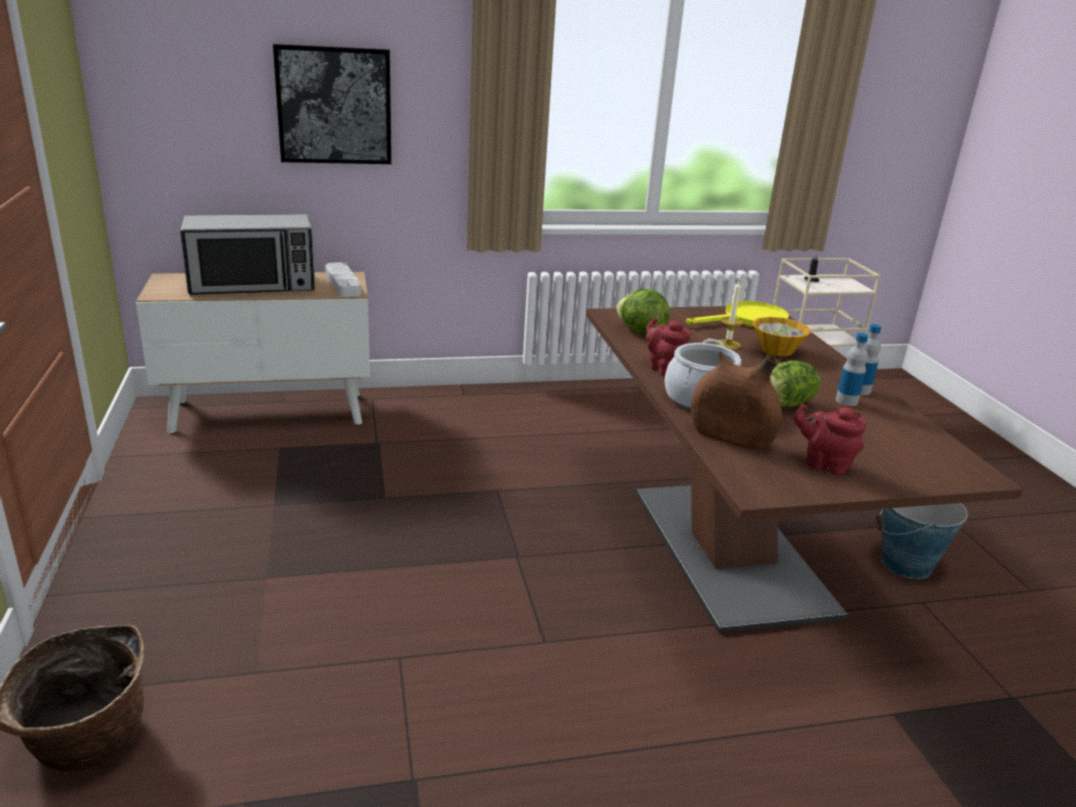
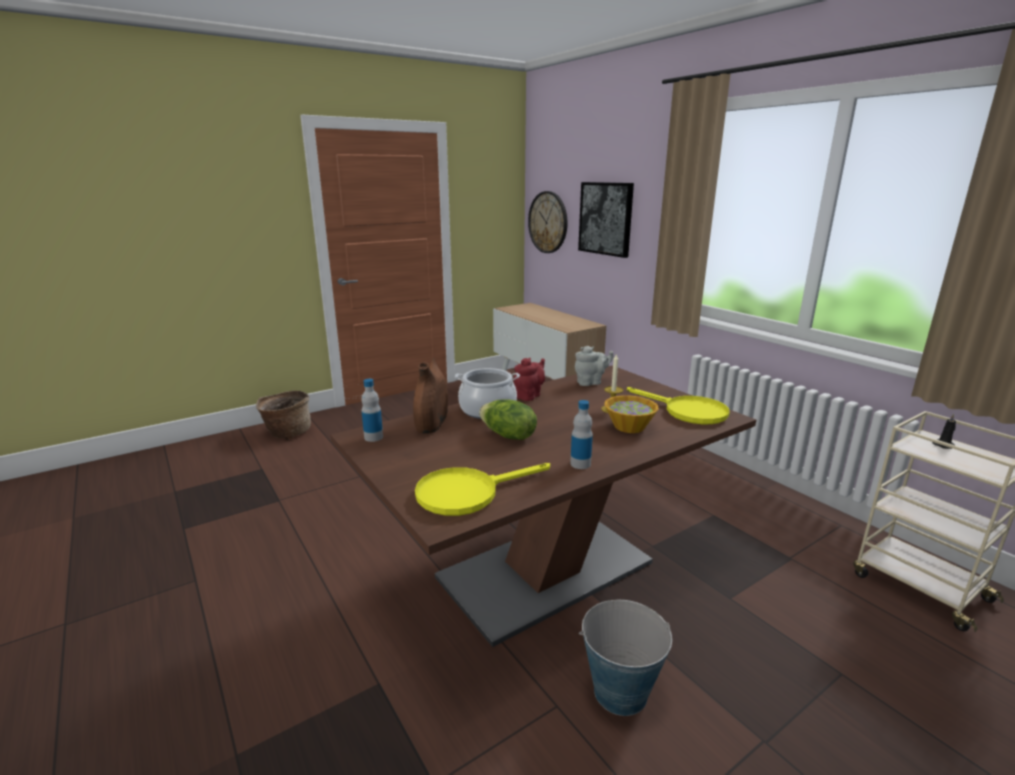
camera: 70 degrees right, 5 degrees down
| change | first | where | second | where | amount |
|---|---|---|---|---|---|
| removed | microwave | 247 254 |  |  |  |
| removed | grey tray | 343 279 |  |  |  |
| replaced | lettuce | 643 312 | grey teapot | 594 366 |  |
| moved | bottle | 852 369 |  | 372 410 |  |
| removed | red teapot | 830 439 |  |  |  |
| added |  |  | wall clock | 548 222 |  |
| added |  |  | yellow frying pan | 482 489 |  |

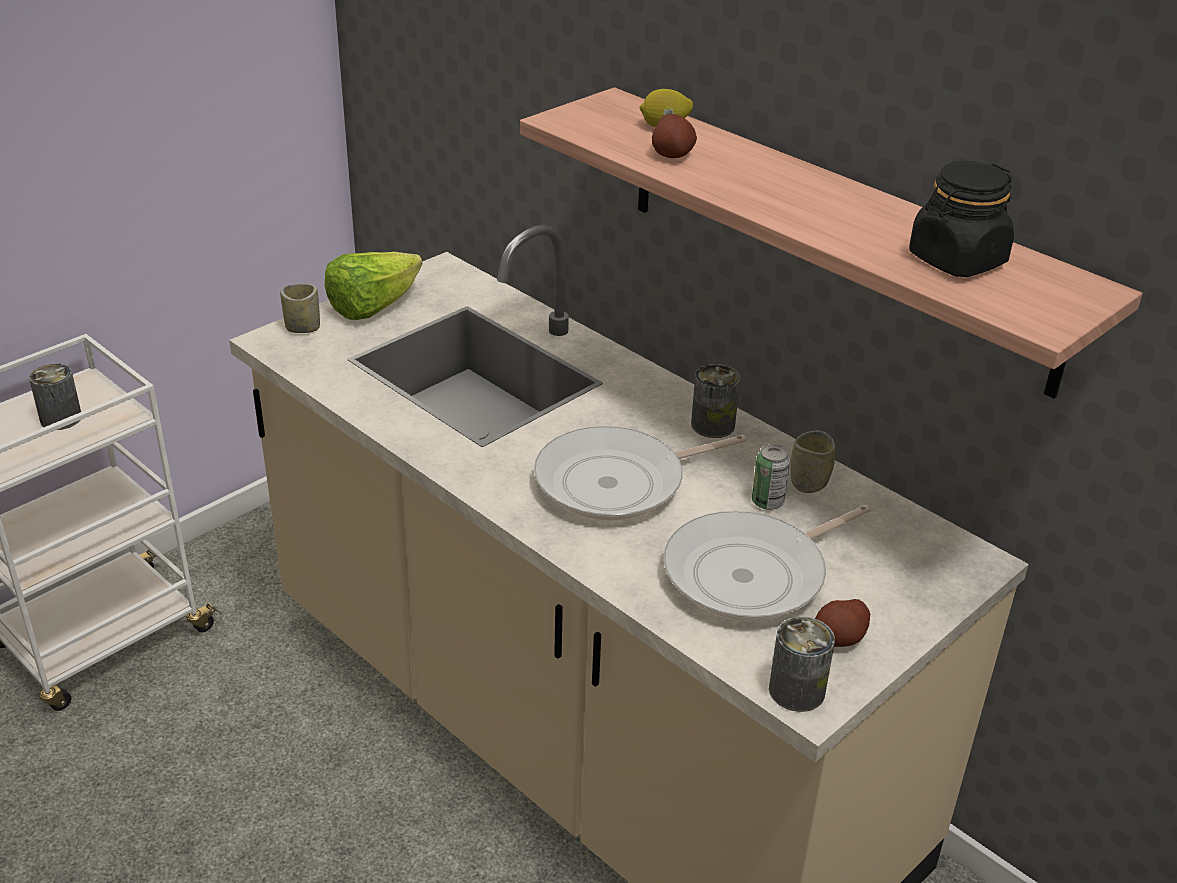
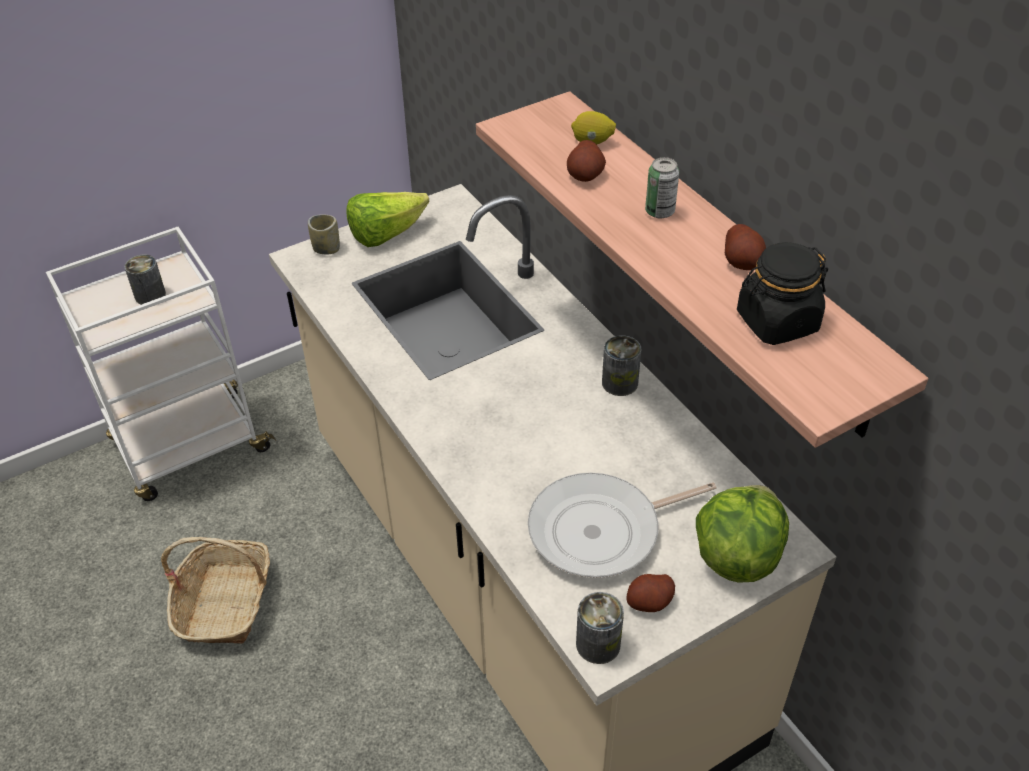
camera: 15 degrees right, 10 degrees up
| change | first | where | second | where | amount |
|---|---|---|---|---|---|
| removed | frying pan | 640 473 |  |  |  |
| removed | cup | 812 462 |  |  |  |
| moved | can | 771 477 |  | 662 187 |  |
| added |  |  | potato | 745 247 |  |
| added |  |  | lettuce | 742 534 |  |
| added |  |  | basket | 215 590 |  |

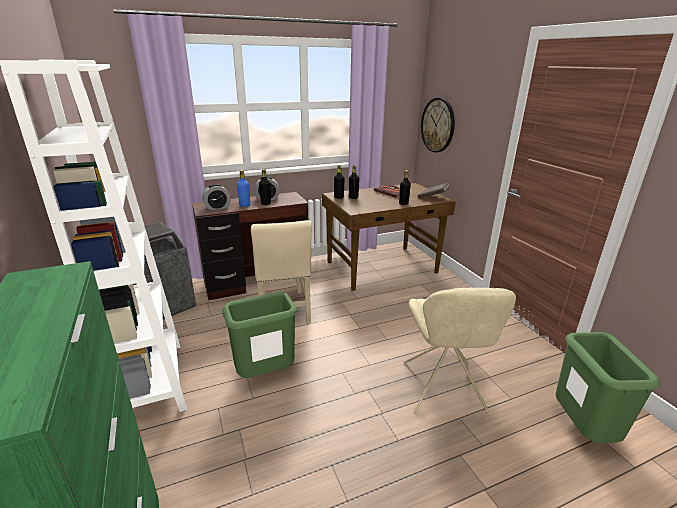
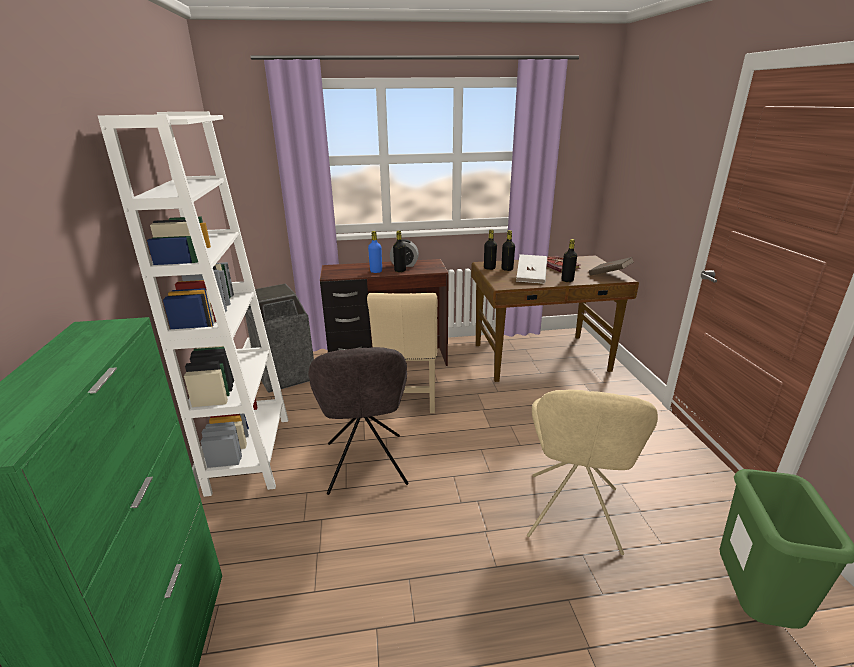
camera: 15 degrees right, 0 degrees up
| change | first | where | second | where | amount |
|---|---|---|---|---|---|
| removed | wall clock | 438 125 |  |  |  |
| removed | alarm clock | 216 197 |  |  |  |
| replaced | green trash can | 259 335 | grey chair | 358 421 |  |
| added |  |  | white book | 531 269 |  |

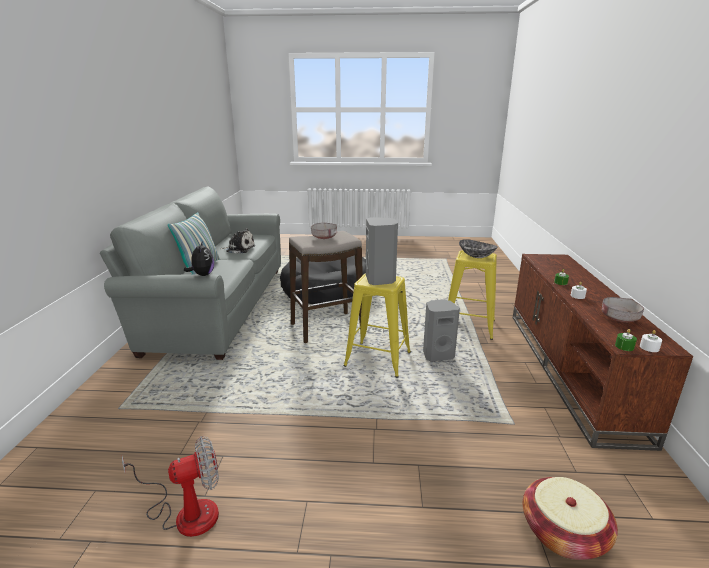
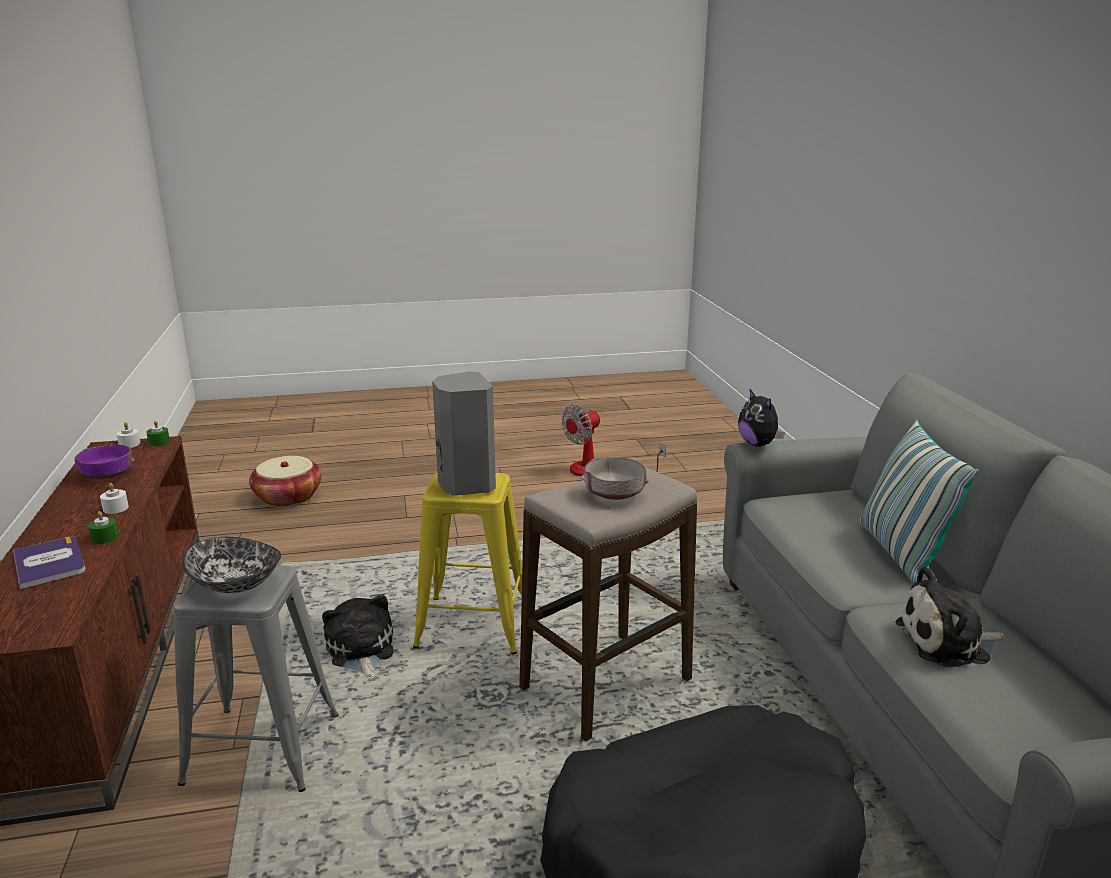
camera: 165 degrees right, 0 degrees up
| change | first | where | second | where | amount |
|---|---|---|---|---|---|
| recoloured | yellow stool | 472 295 | grey stool | 255 678 |  |
| recoloured | grey bowl | 623 309 | purple bowl | 104 462 |  |
| replaced | grey speaker | 441 330 | plush toy | 357 636 |  |
| added |  |  | book | 49 562 |  |

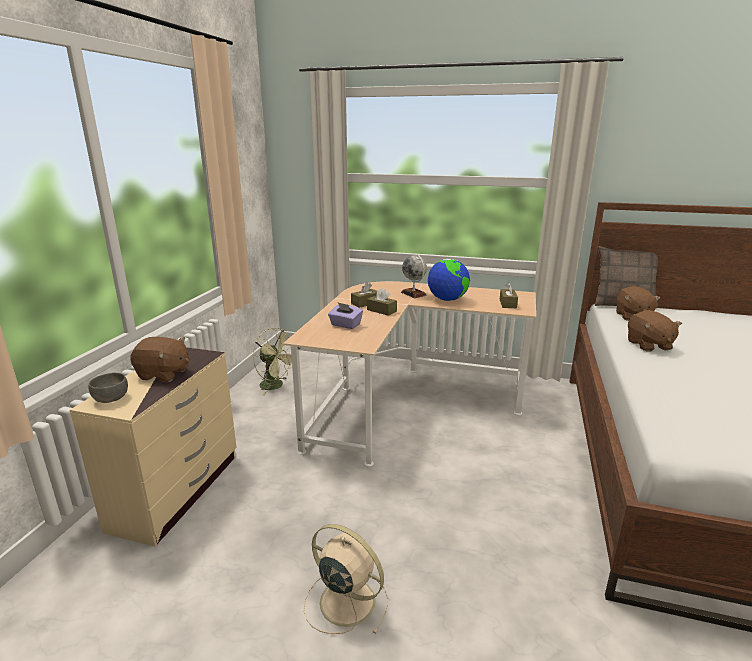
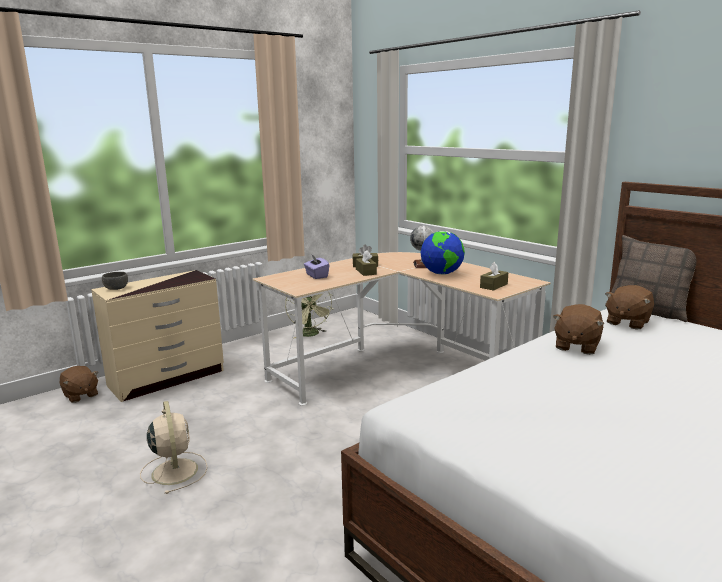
camera: 35 degrees right, 5 degrees down
| change | first | where | second | where | amount |
|---|---|---|---|---|---|
| moved | brown plush toy | 159 359 |  | 79 384 |  |

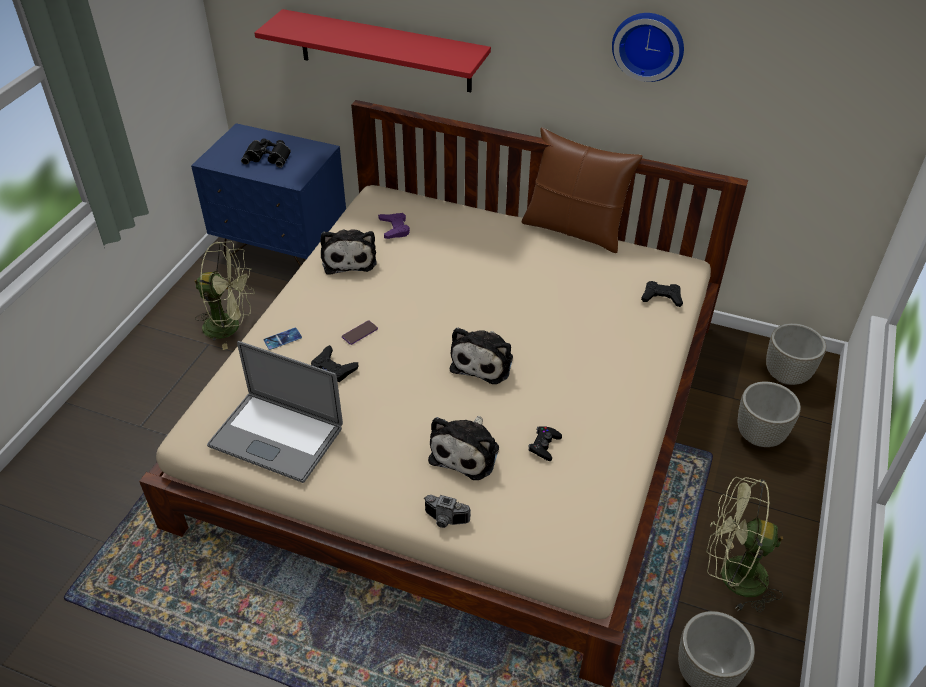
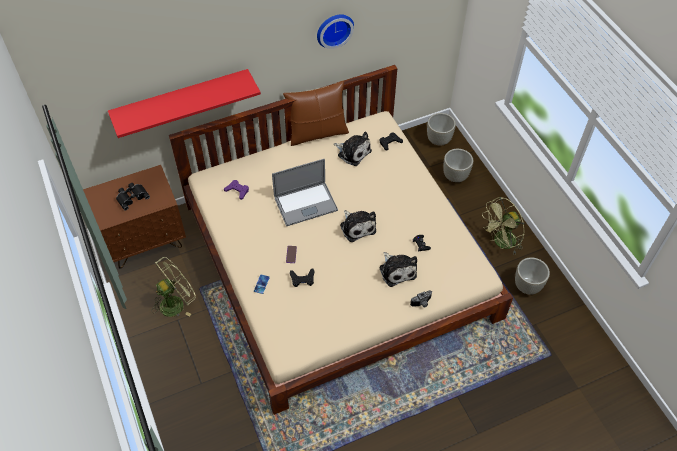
camera: 45 degrees left, 10 degrees up
| change | first | where | second | where | amount |
|---|---|---|---|---|---|
| recoloured | blue nightstand | 268 195 | brown nightstand | 134 217 |  |
| moved | plush toy | 348 252 |  | 353 148 |  |
| moved | laptop | 275 412 |  | 305 192 |  |

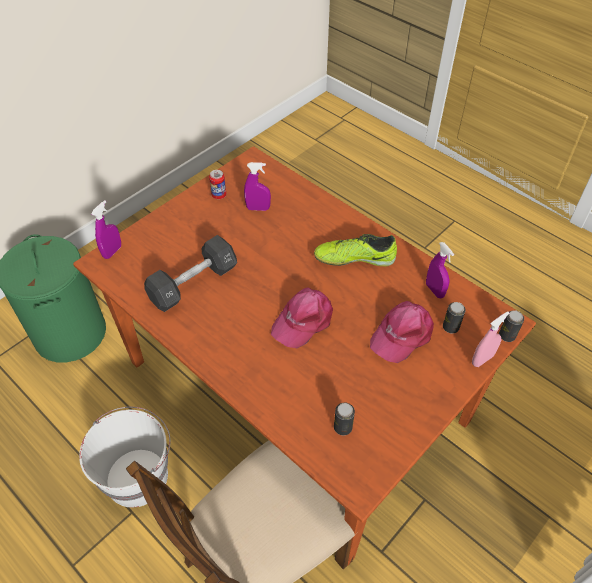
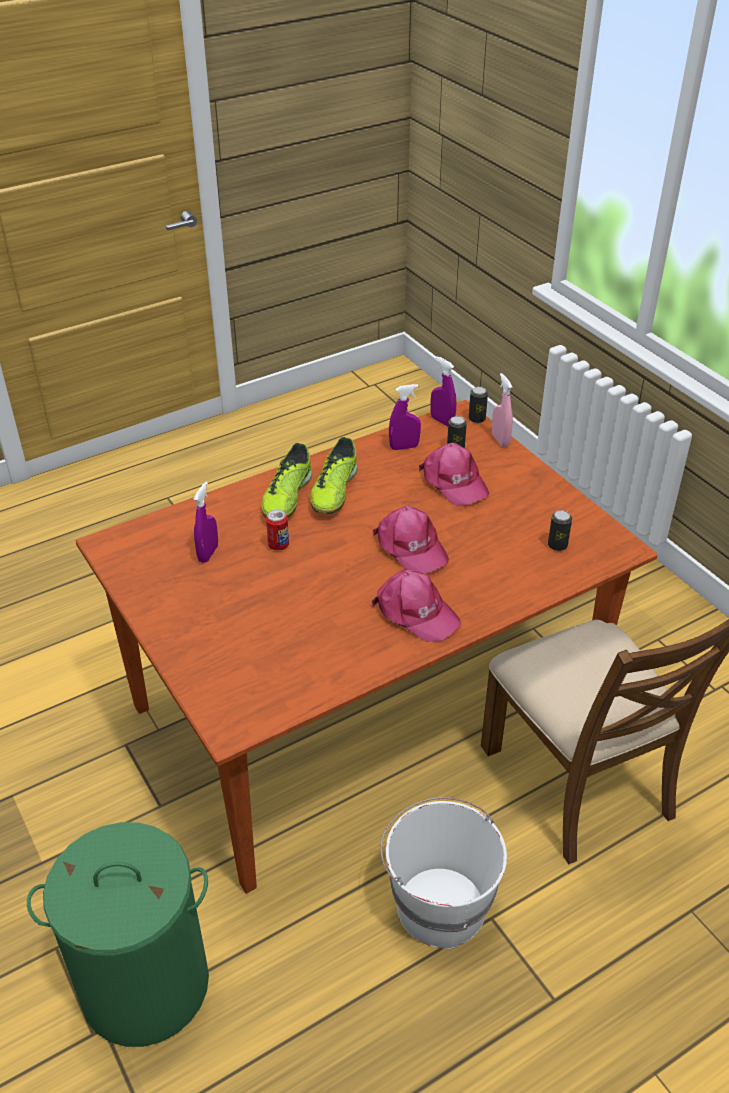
camera: 75 degrees left, 10 degrees down
| change | first | where | second | where | amount |
|---|---|---|---|---|---|
| moved | can | 217 184 |  | 277 529 |  |
| moved | purple spray bottle | 106 229 |  | 443 391 |  |
| removed | black dumbbell | 190 273 |  |  |  |
| added |  |  | shoe | 286 480 |  |
| added |  |  | pink cap | 416 605 |  |

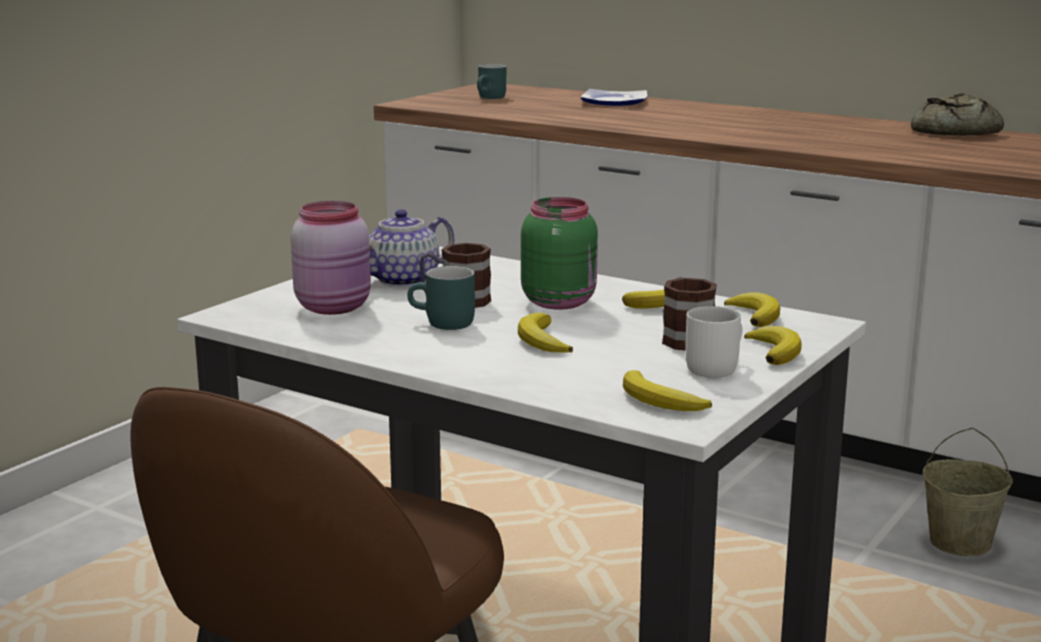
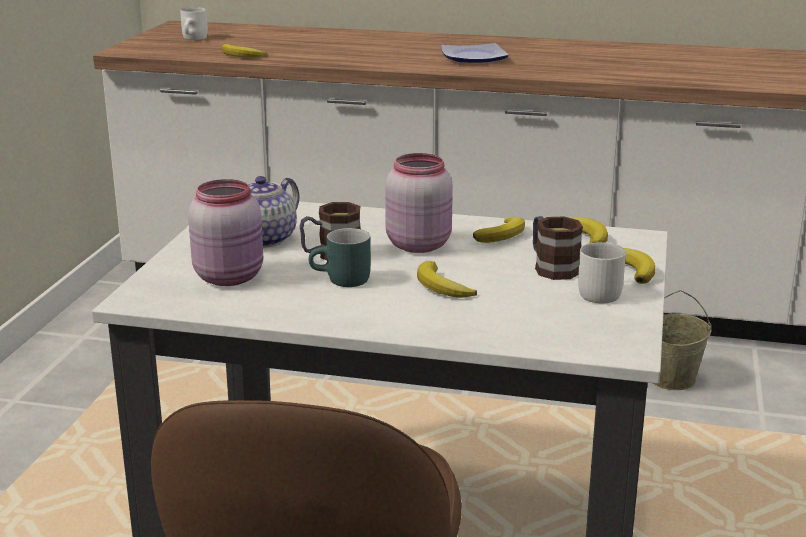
camera: 20 degrees left, 5 degrees up
| change | first | where | second | where | amount |
|---|---|---|---|---|---|
| recoloured | turquoise mug | 491 81 | white mug | 194 23 |  |
| moved | plate | 614 97 |  | 475 53 |  |
| removed | bread | 957 114 |  |  |  |
| recoloured | green jar | 559 253 | pink jar | 419 203 |  |
| moved | banana | 667 390 |  | 244 51 |  |

